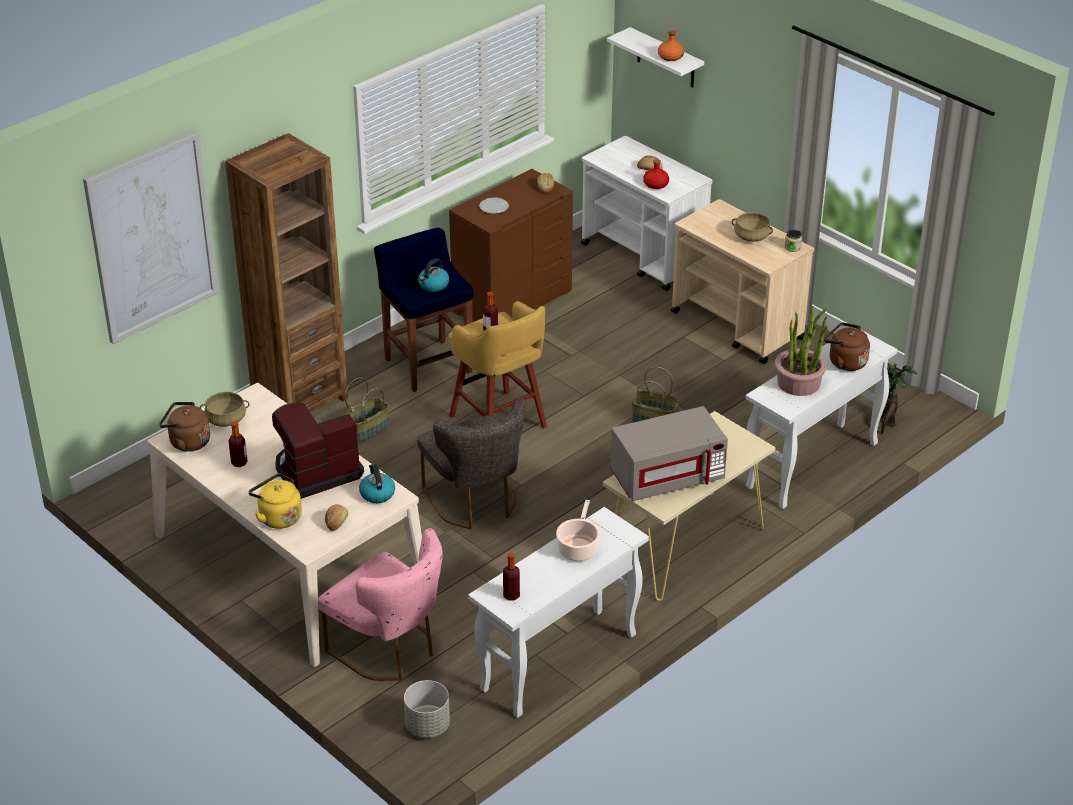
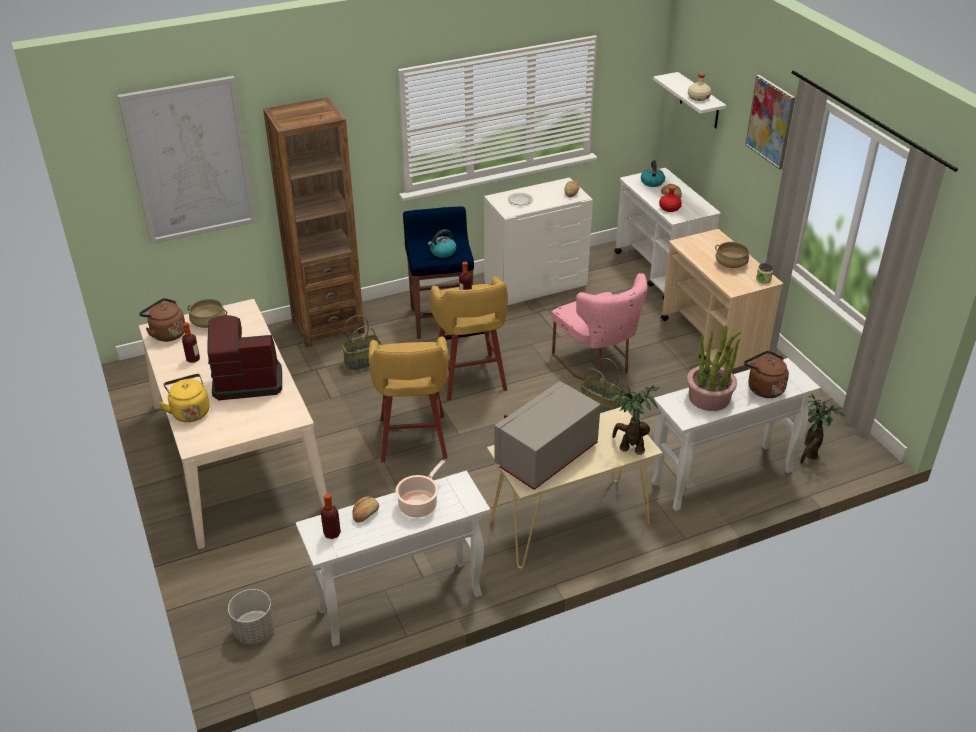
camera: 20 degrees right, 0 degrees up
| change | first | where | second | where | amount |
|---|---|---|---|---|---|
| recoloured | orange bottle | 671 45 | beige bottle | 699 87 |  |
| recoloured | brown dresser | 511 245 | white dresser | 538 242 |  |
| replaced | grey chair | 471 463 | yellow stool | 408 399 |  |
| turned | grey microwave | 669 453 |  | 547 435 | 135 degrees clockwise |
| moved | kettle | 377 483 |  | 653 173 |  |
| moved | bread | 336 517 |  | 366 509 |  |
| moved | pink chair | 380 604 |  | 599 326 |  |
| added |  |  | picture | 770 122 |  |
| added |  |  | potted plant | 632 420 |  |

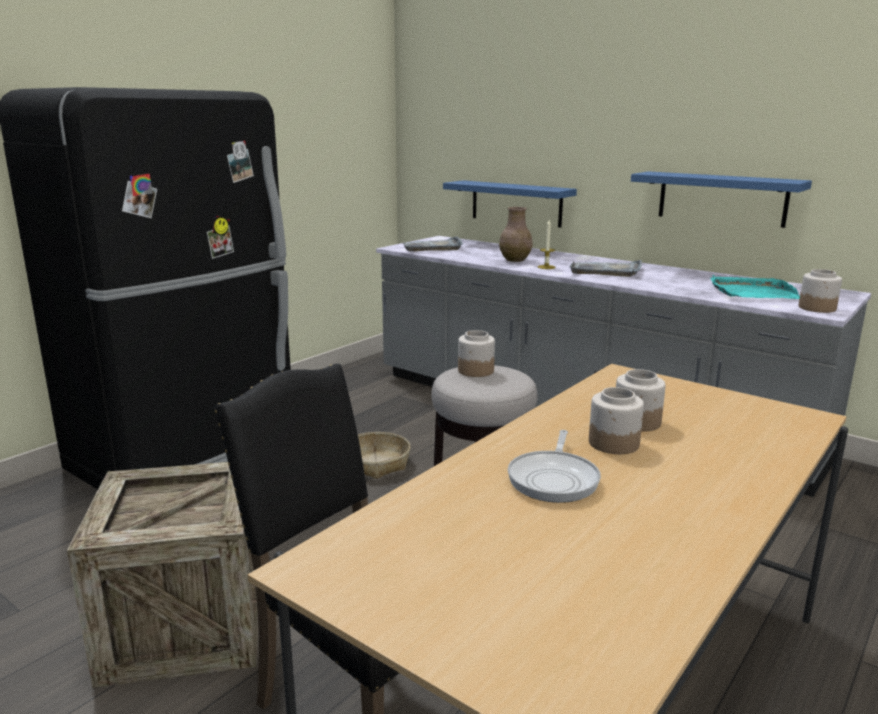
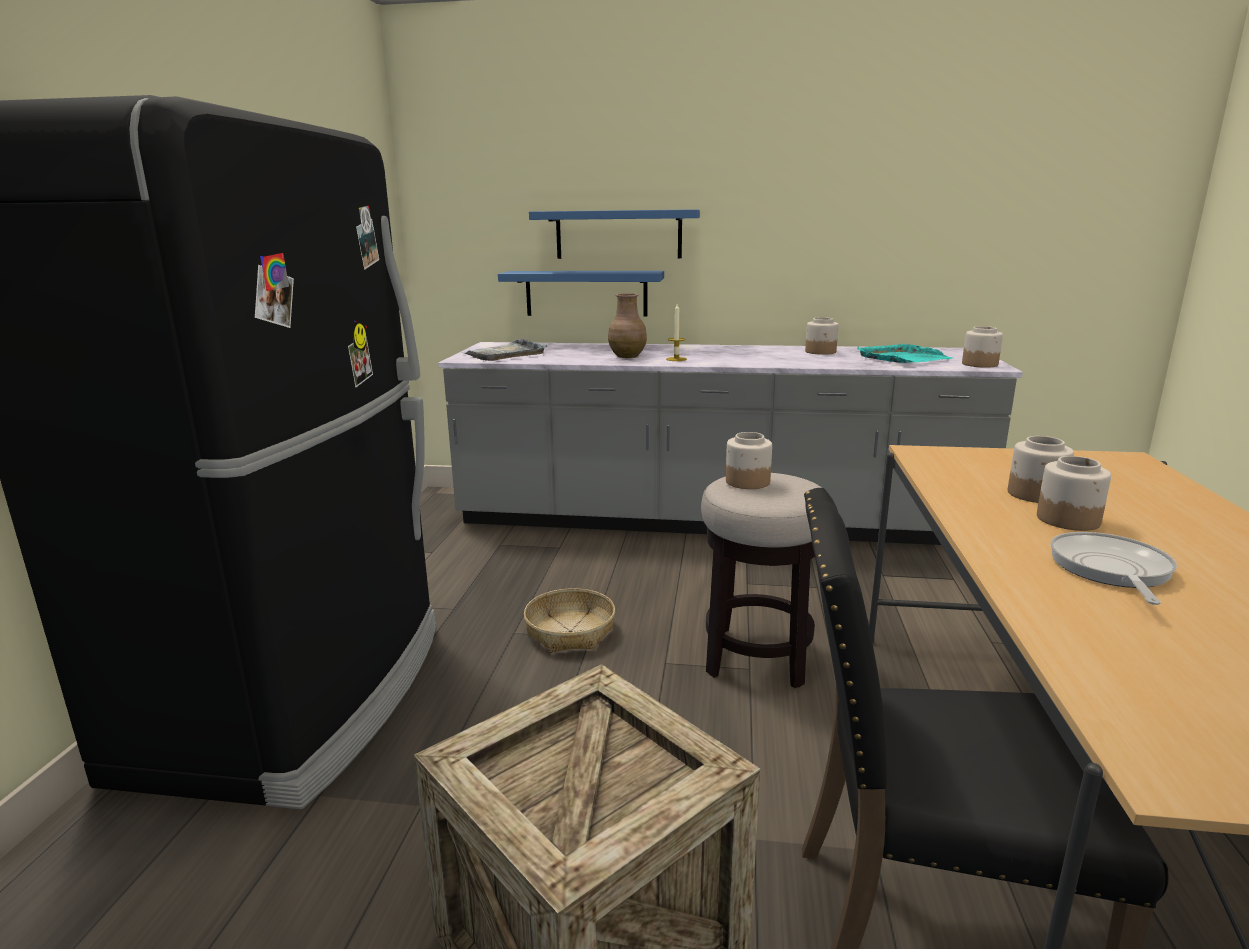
camera: 30 degrees left, 0 degrees up
| change | first | where | second | where | amount |
|---|---|---|---|---|---|
| moved | blue shelf | 721 199 |  | 614 234 |  |
| removed | grey tray | 605 268 |  |  |  |
| turned | frying pan | 554 466 |  | 1113 568 | 150 degrees counterclockwise |
| added |  |  | jar | 821 336 |  |

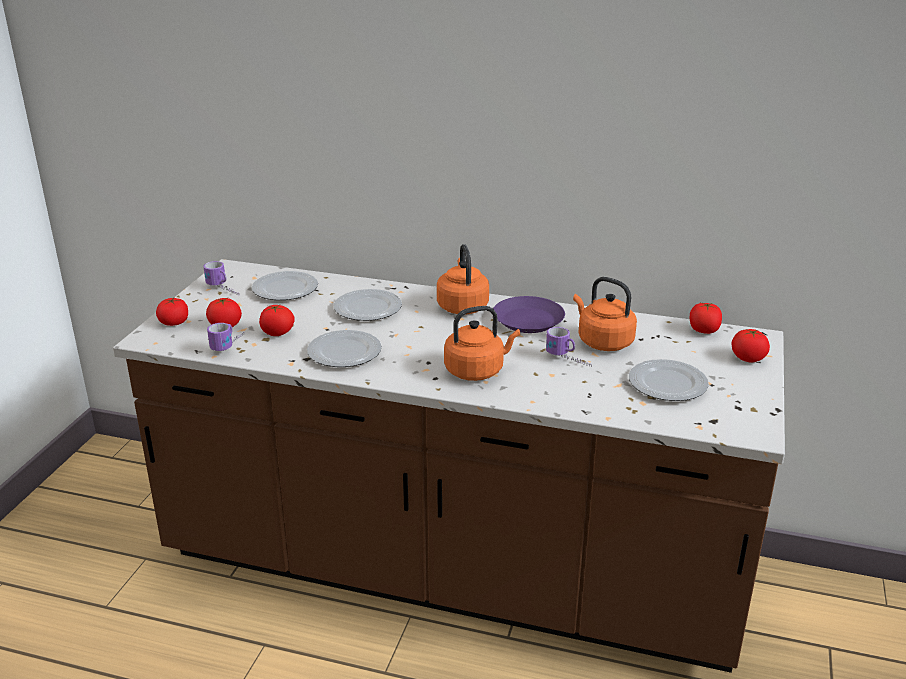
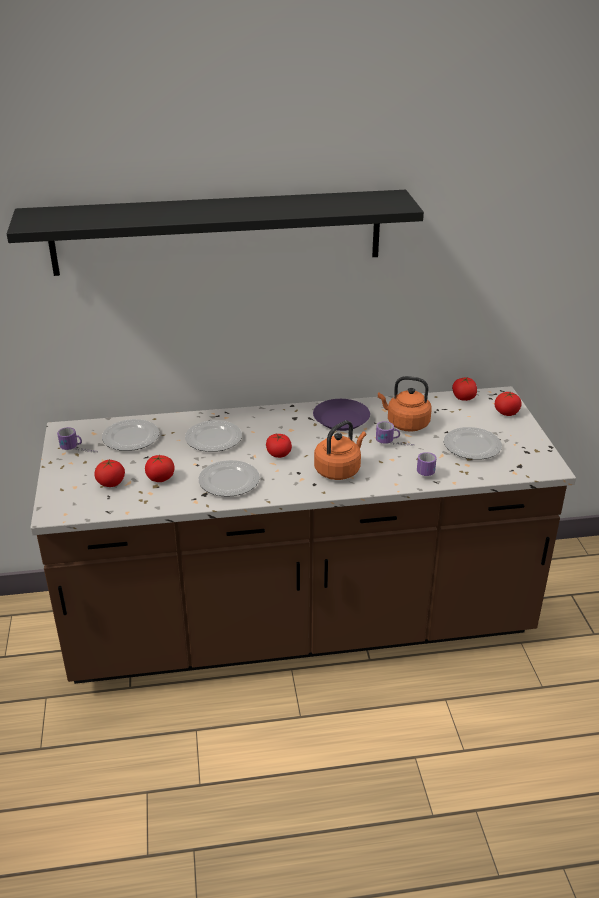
camera: 25 degrees left, 5 degrees up
| change | first | where | second | where | amount |
|---|---|---|---|---|---|
| removed | orange kettle | 463 279 |  |  |  |
| moved | tomato | 172 312 |  | 279 446 |  |
| moved | mug | 225 337 |  | 427 464 |  |
| added |  |  | black shelf | 215 233 |  |

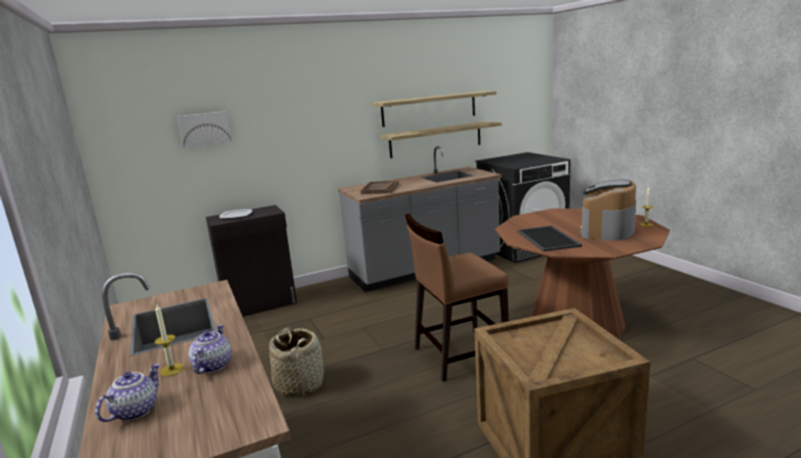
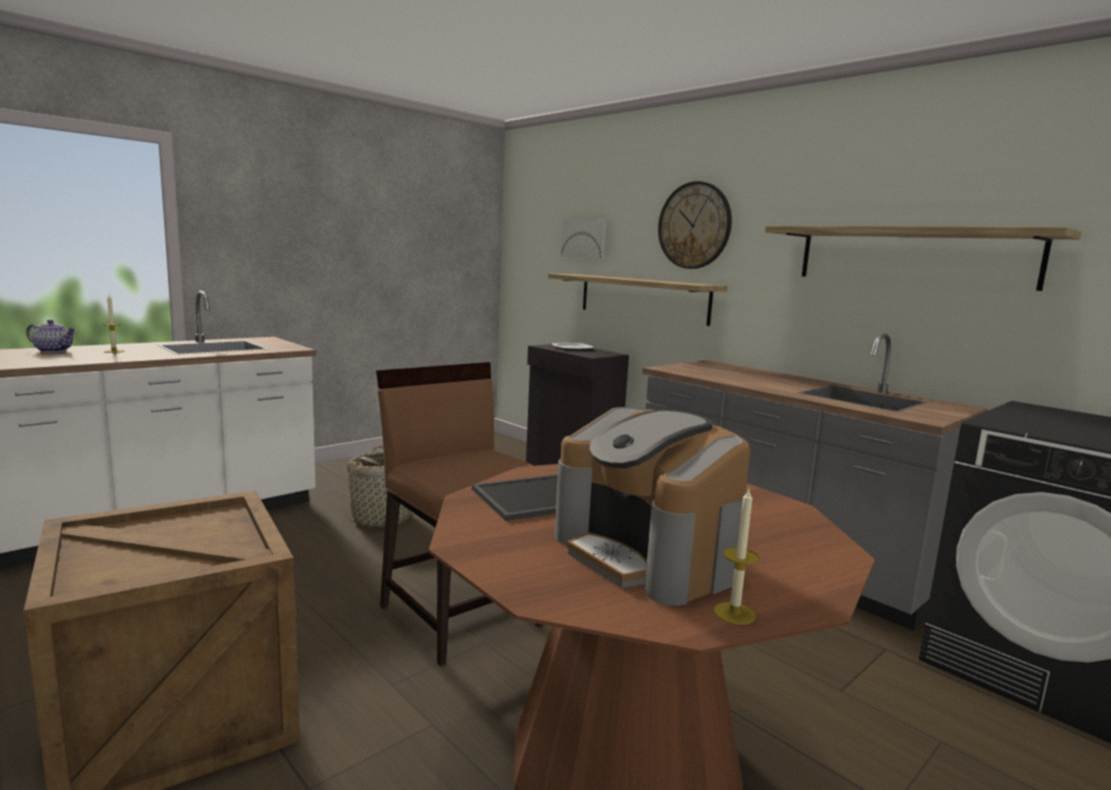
camera: 70 degrees right, 5 degrees down
| change | first | where | second | where | amount |
|---|---|---|---|---|---|
| moved | shelf | 441 139 |  | 637 300 |  |
| turned | coffee machine | 607 209 |  | 652 506 | 135 degrees counterclockwise |
| removed | brown tray | 380 187 |  |  |  |
| removed | teapot | 210 349 |  |  |  |
| added |  |  | wall clock | 695 225 |  |

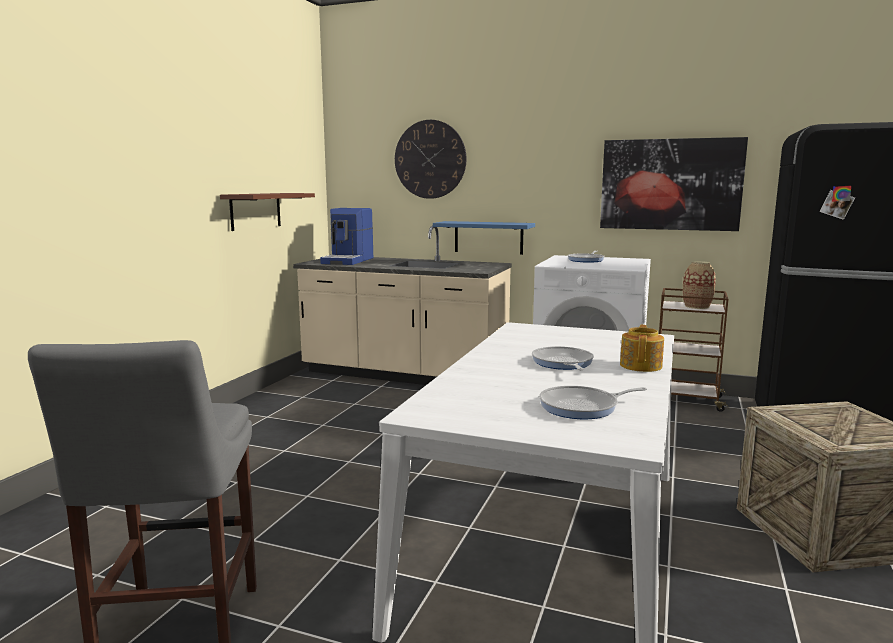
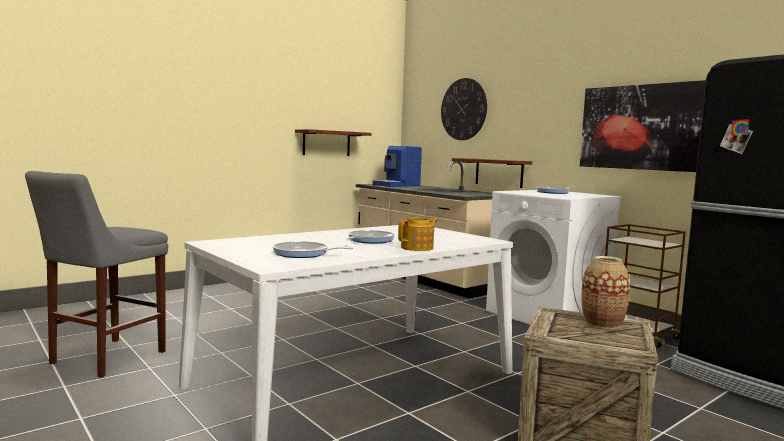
camera: 30 degrees right, 5 degrees down
| change | first | where | second | where | amount |
|---|---|---|---|---|---|
| recoloured | blue shelf | 484 238 | brown shelf | 492 173 |  |
| moved | vase | 699 285 |  | 606 292 |  |

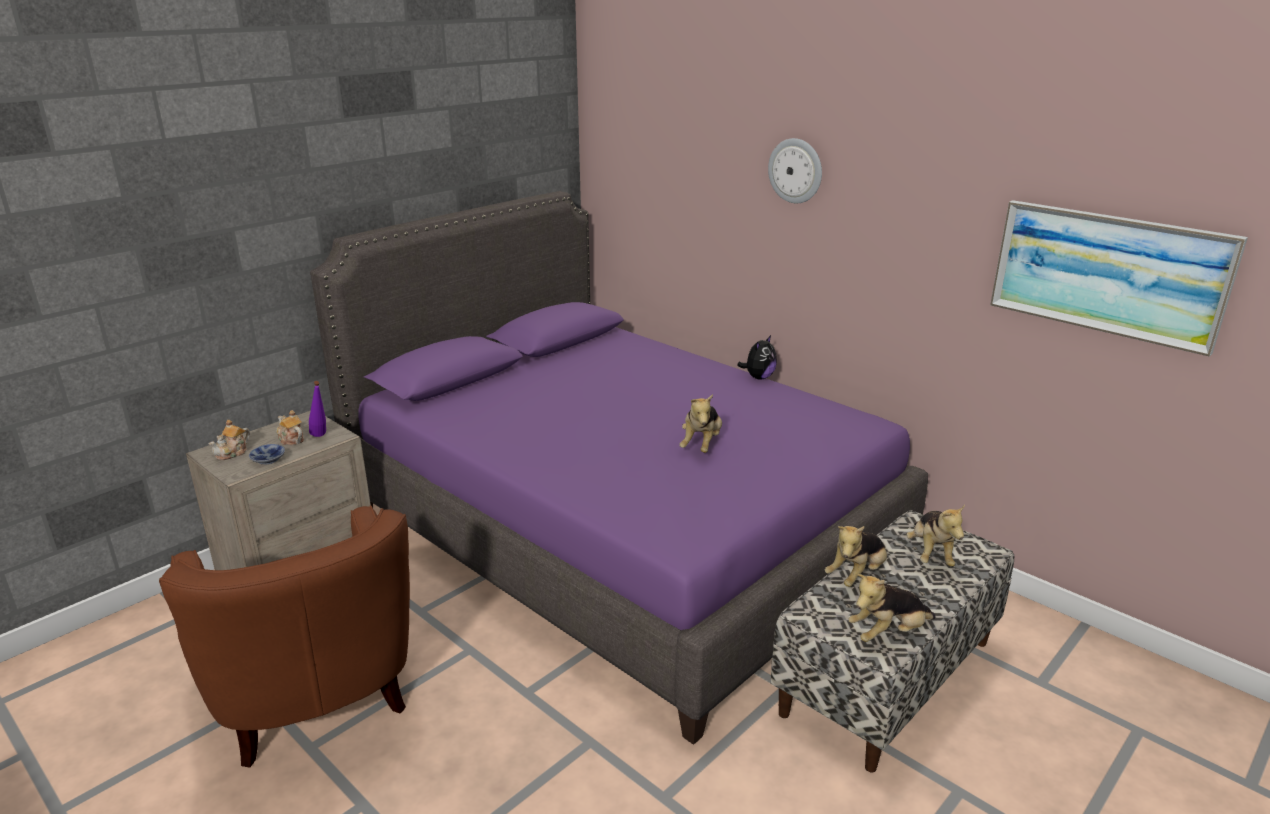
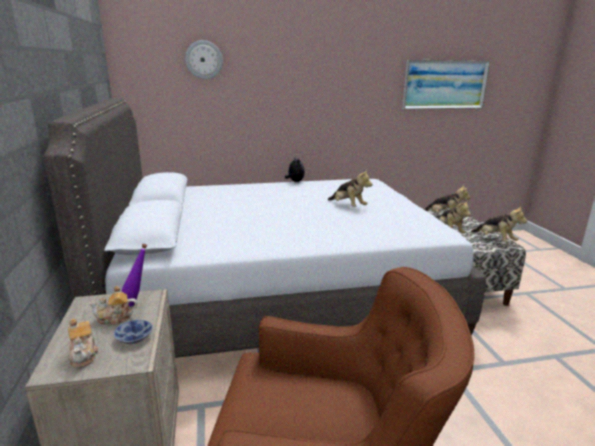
camera: 55 degrees left, 5 degrees down
| change | first | where | second | where | amount |
|---|---|---|---|---|---|
| moved | wall clock | 795 170 |  | 204 59 |  |
| recoloured | purple bed | 619 468 | grey bed | 264 228 |  |
| turned | plush toy | 892 608 |  | 499 224 | 45 degrees counterclockwise |

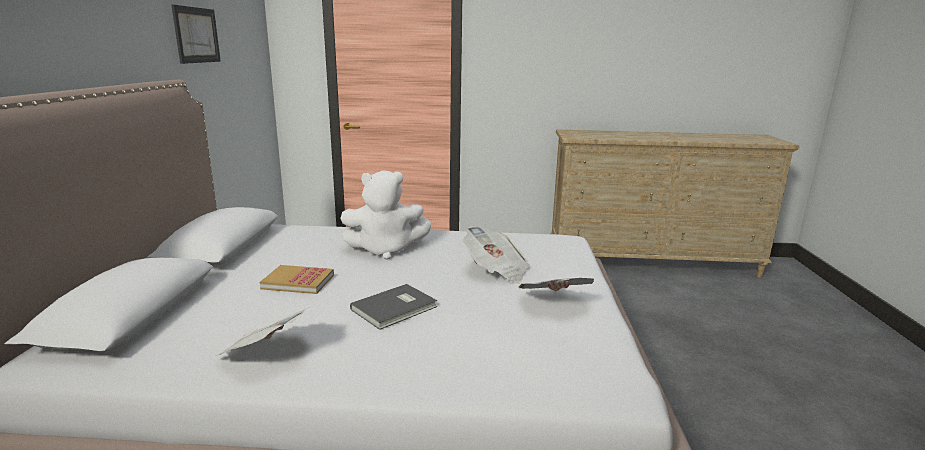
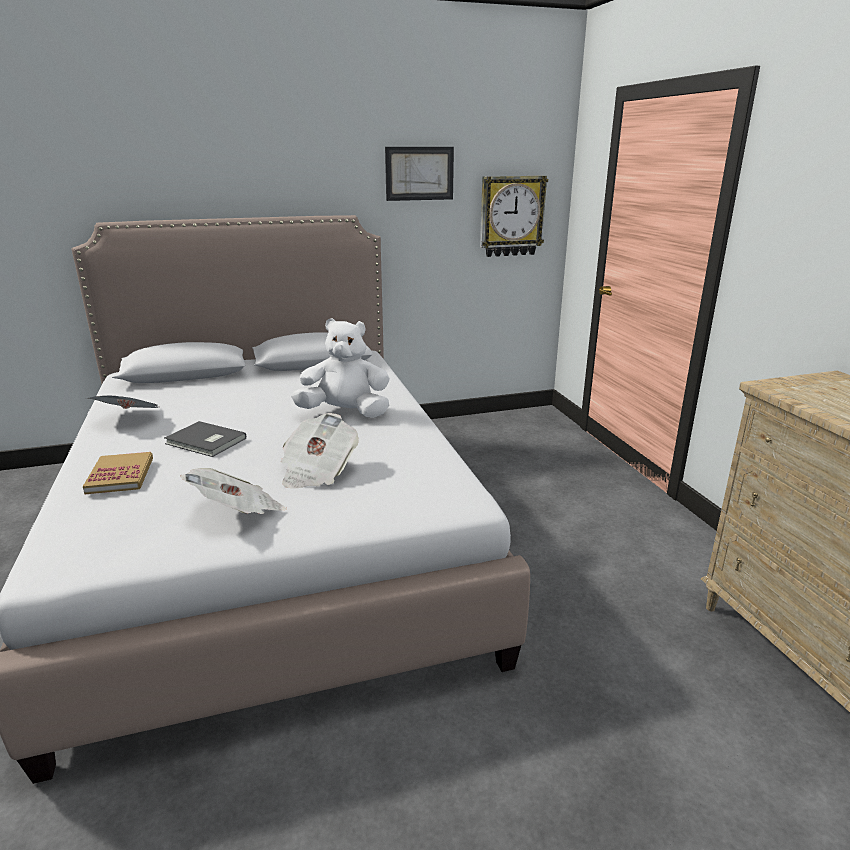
camera: 70 degrees right, 5 degrees up
| change | first | where | second | where | amount |
|---|---|---|---|---|---|
| turned | white plush toy | 385 215 |  | 340 368 | 120 degrees clockwise |
| moved | book | 297 279 |  | 118 473 |  |
| added |  |  | wall clock | 514 216 |  |

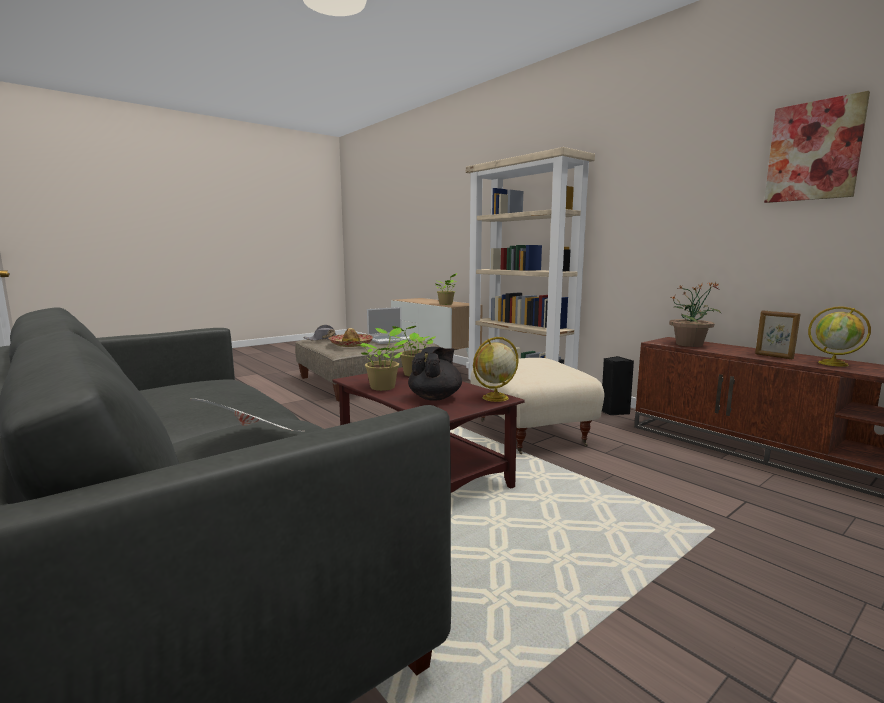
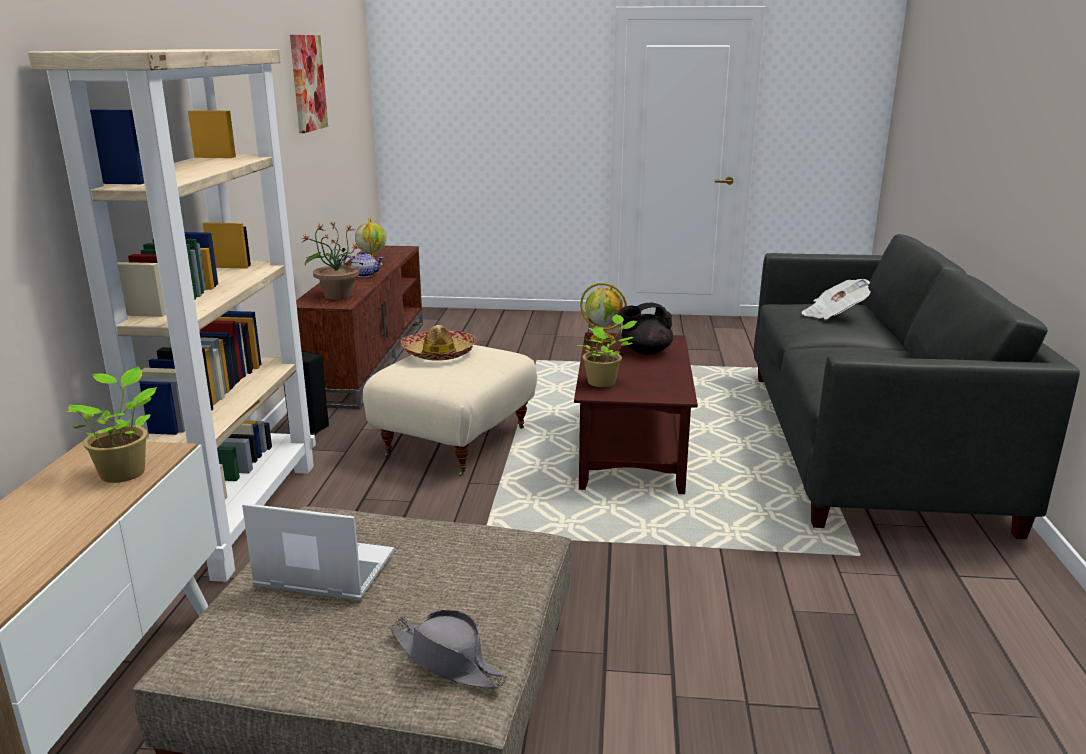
camera: 135 degrees left, 10 degrees up
| change | first | where | second | where | amount |
|---|---|---|---|---|---|
| replaced | picture frame | 777 334 | teapot | 364 264 |  |
| moved | hat | 350 337 |  | 439 343 |  |
| removed | potted plant | 383 359 |  |  |  |

